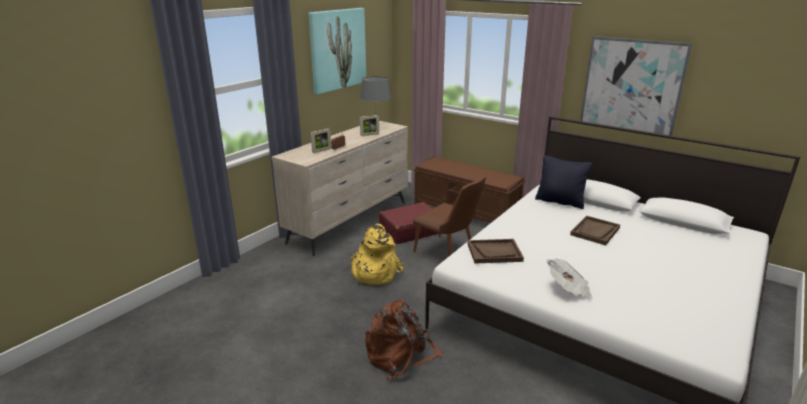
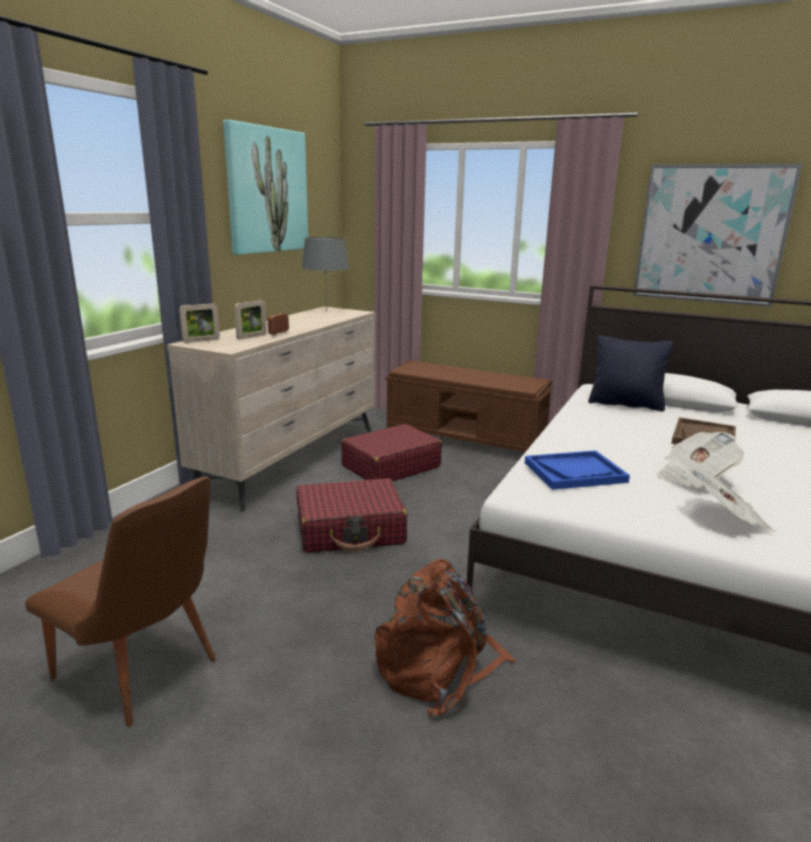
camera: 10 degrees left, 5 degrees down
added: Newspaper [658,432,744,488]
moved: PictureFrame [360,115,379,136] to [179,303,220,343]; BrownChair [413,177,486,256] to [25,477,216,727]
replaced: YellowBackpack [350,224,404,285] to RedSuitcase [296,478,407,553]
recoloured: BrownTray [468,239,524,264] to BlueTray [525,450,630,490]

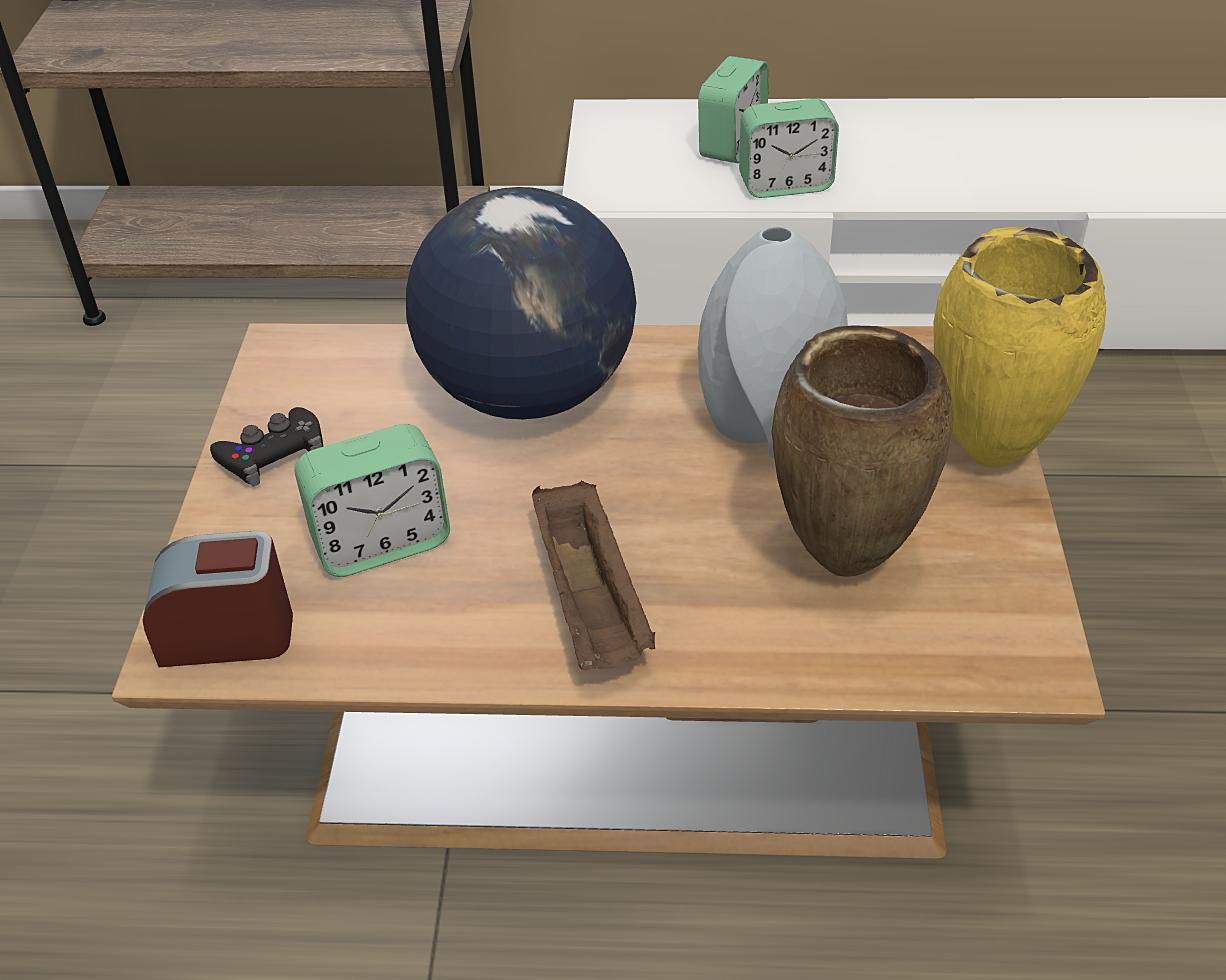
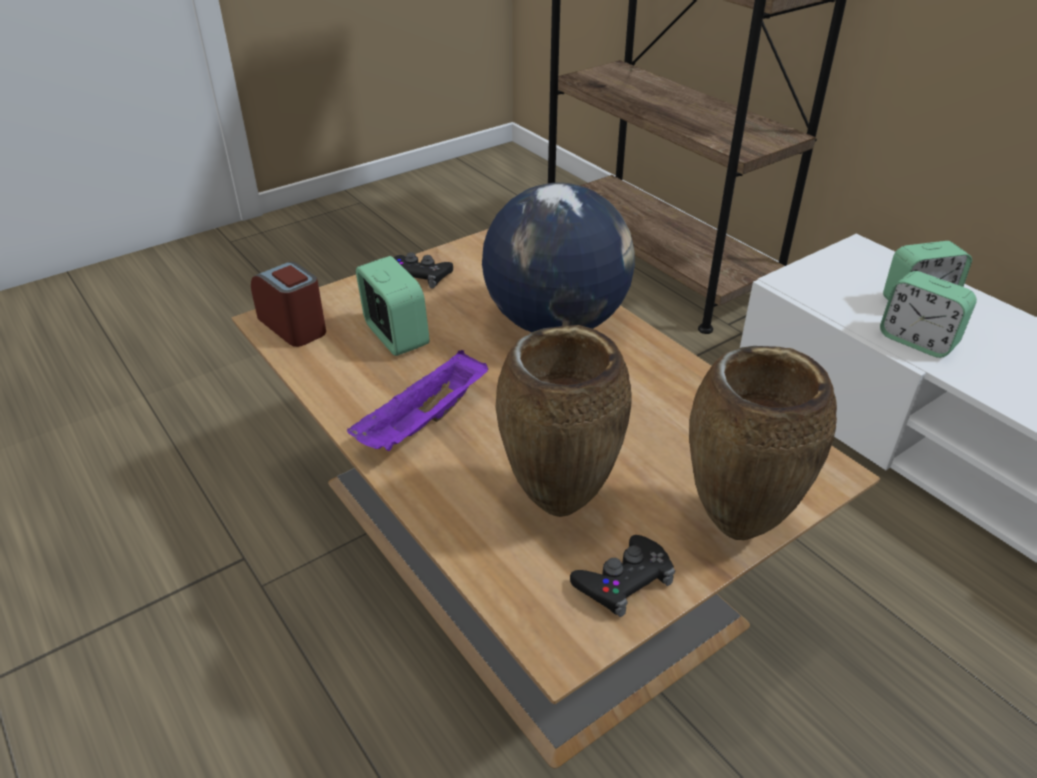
camera: 50 degrees right, 5 degrees down
removed: GreyVase [698,226,848,458]
added: BlackGameController [570,535,675,617]
recoloured: BrownTray [532,481,655,670] to PurpleTray [347,350,488,451]; YellowVase [934,227,1106,468] to BrownVase [689,346,837,540]
turned: AlarmClock [294,424,450,577] = [356,256,430,356] 150 degrees counterclockwise

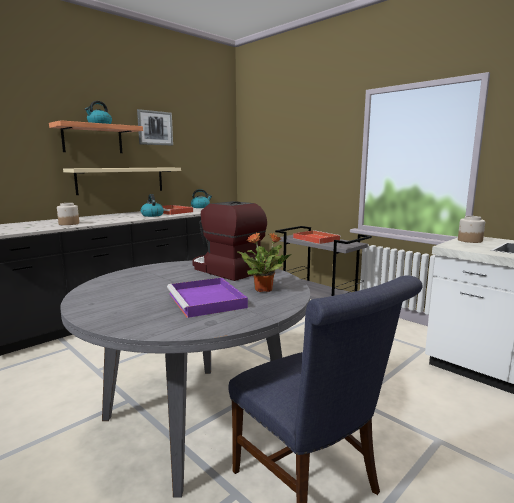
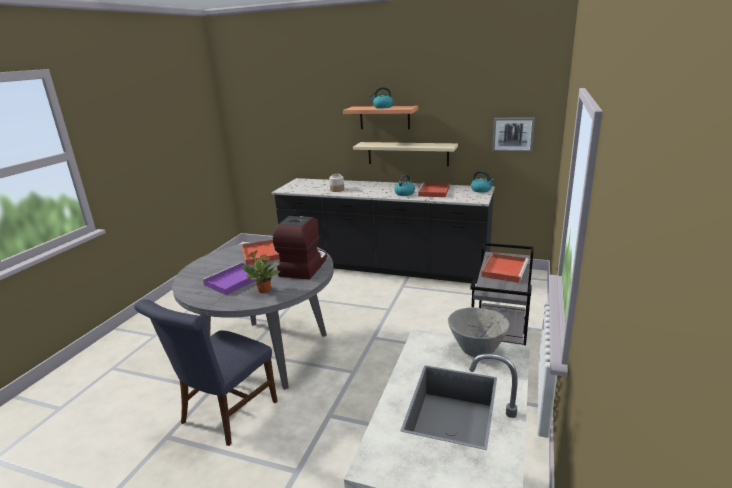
camera: 65 degrees right, 10 degrees up
added: RedTray [242,240,280,265]
moved: Picture [137,109,173,145] to [492,118,535,152]
replaced: Jar [458,216,485,243] to GreyBowl [448,307,510,357]

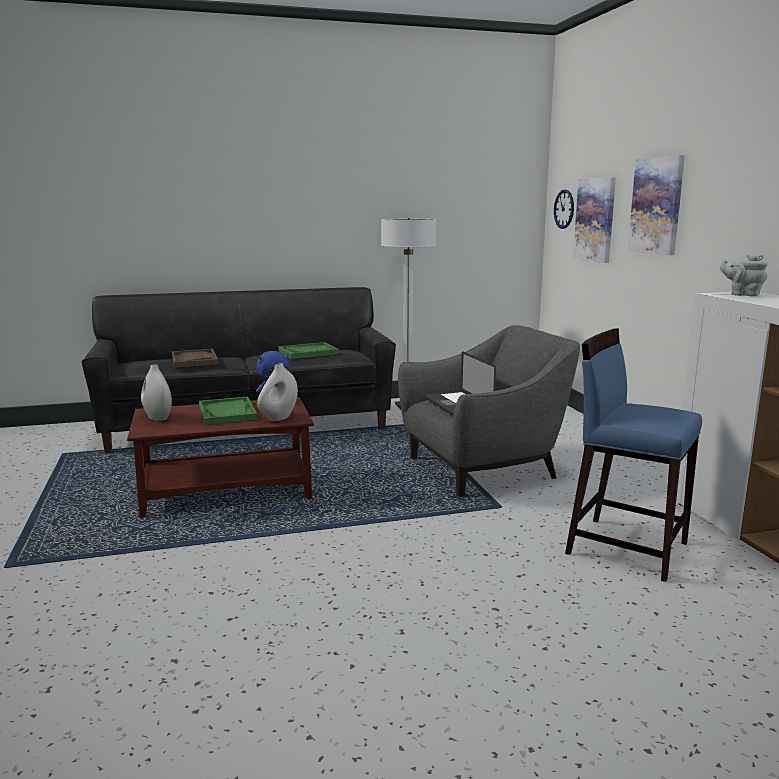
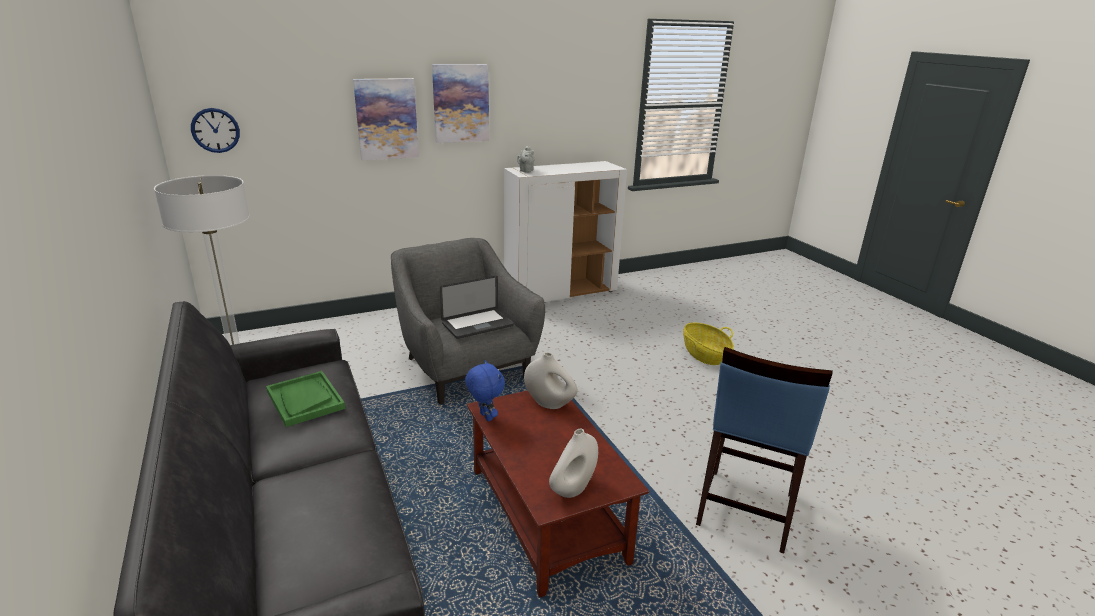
camera: 100 degrees left, 10 degrees up
removed: BrownTray [172,349,218,368]; GreenTray [199,397,257,425]
added: Basket [683,323,734,365]
moved: BlueStool [565,328,702,582] to [696,347,833,553]; Picture [573,177,616,263] to [432,64,489,143]

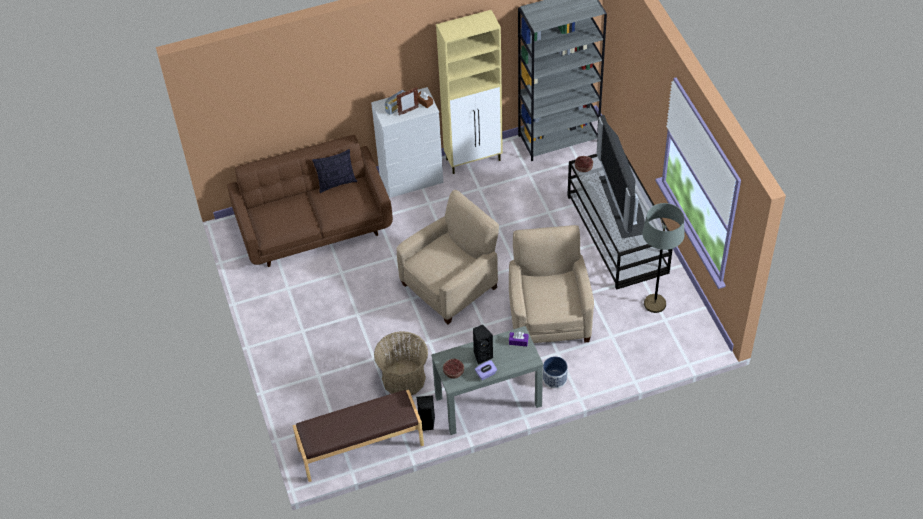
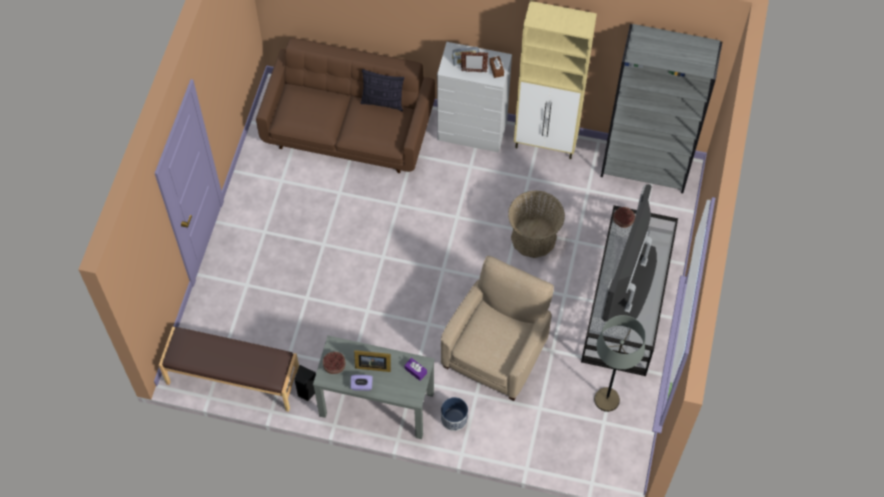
camera: 30 degrees right, 10 degrees up
removed: BeigeArmchair [396,190,499,325]
moved: Basket [374,331,428,395] to [508,190,565,258]
replaced: BlackSpeaker [473,324,493,364] to PictureFrame [354,350,391,372]

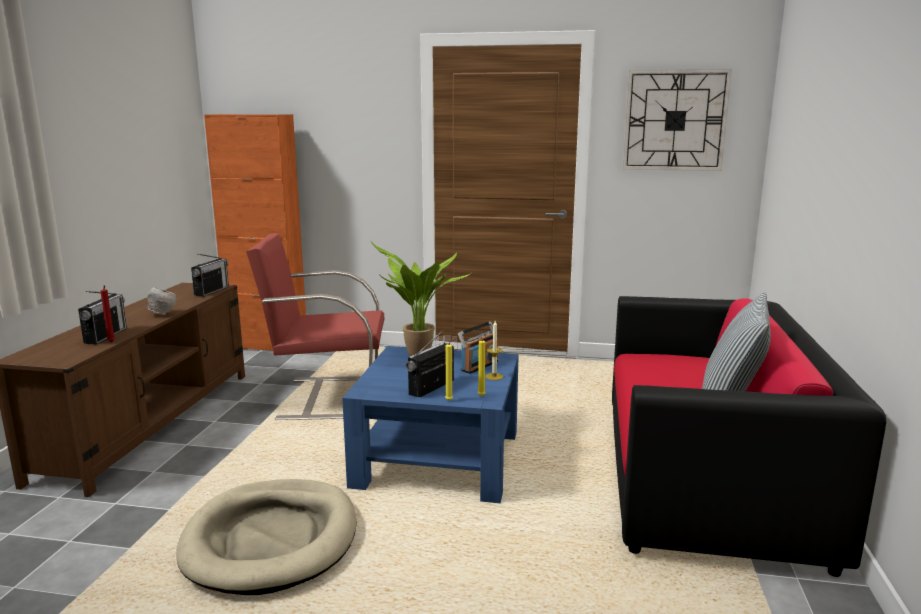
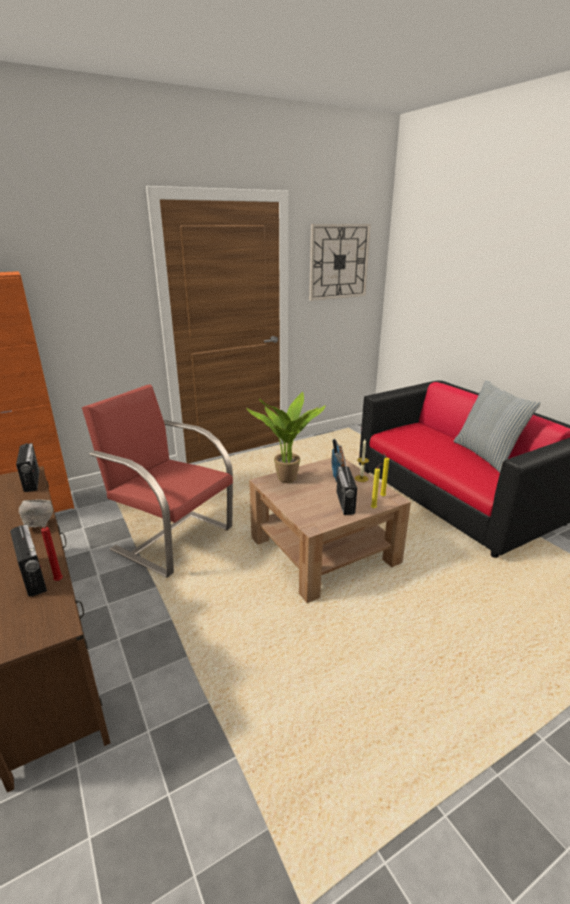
camera: 40 degrees left, 10 degrees up
removed: BeigeDogBed [176,479,357,595]
recoloured: BlueCoffeeTable [342,346,519,503] to BrownCoffeeTable [249,458,411,603]
turned: RedArmchair [246,233,385,420] = [82,384,233,577] 75 degrees clockwise

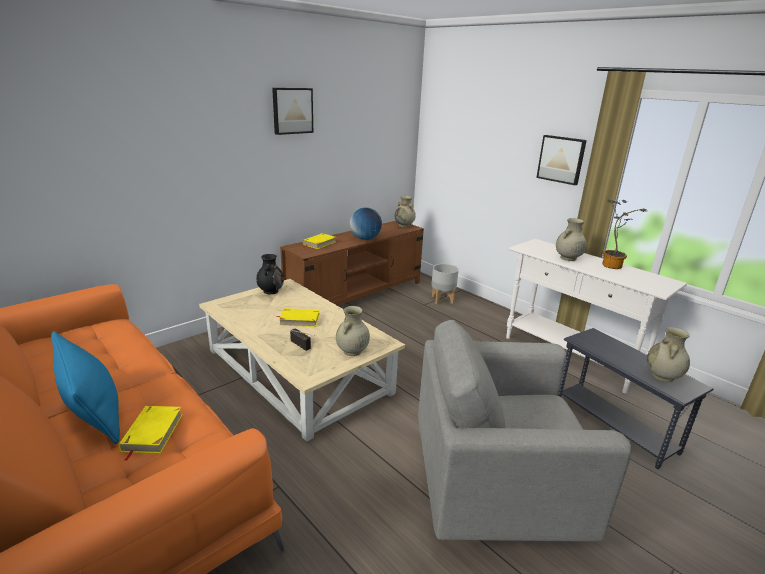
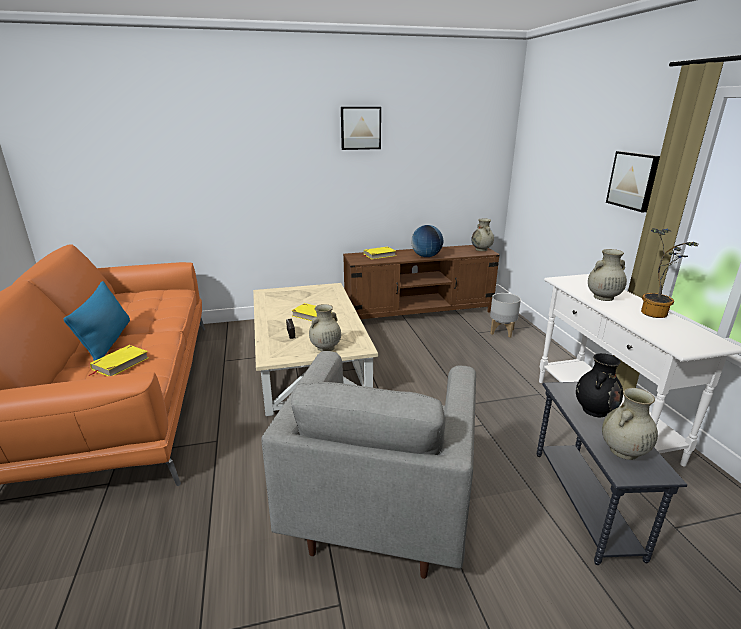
camera: 30 degrees right, 0 degrees up
moved: BlackVase [256,254,284,294] to [576,353,623,417]
turned: GreyArmchair [418,320,631,542] = [261,351,476,579] 105 degrees counterclockwise

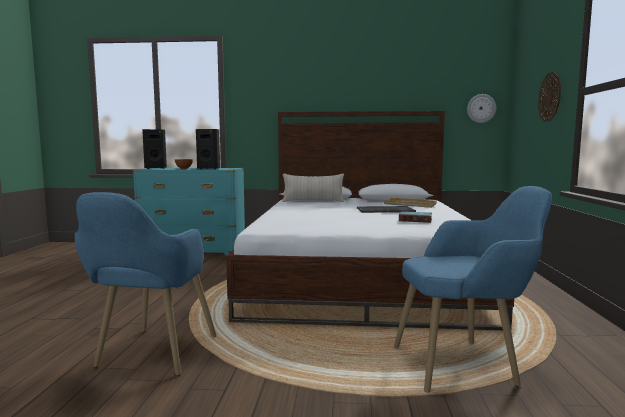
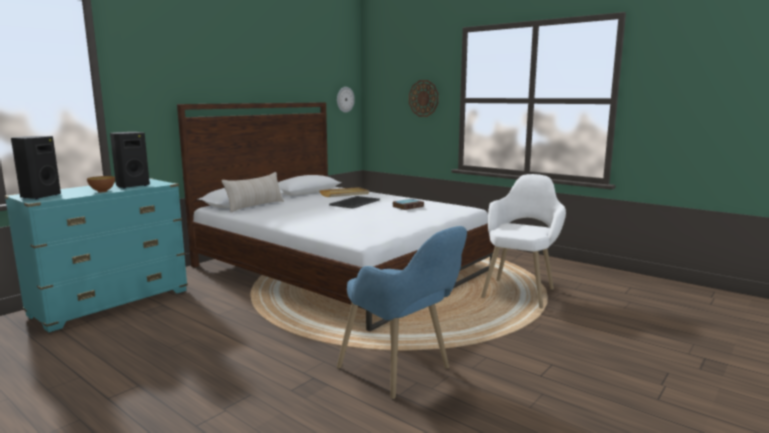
camera: 55 degrees left, 5 degrees up
recoloured: BlueArmchair [394,186,552,393] to WhiteArmchair [481,174,566,309]

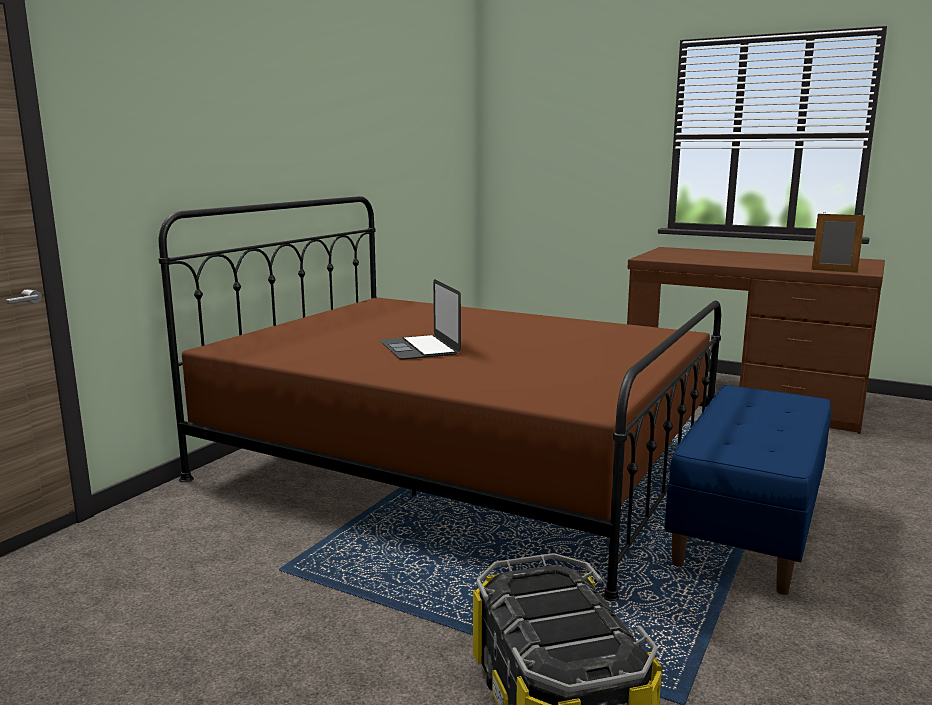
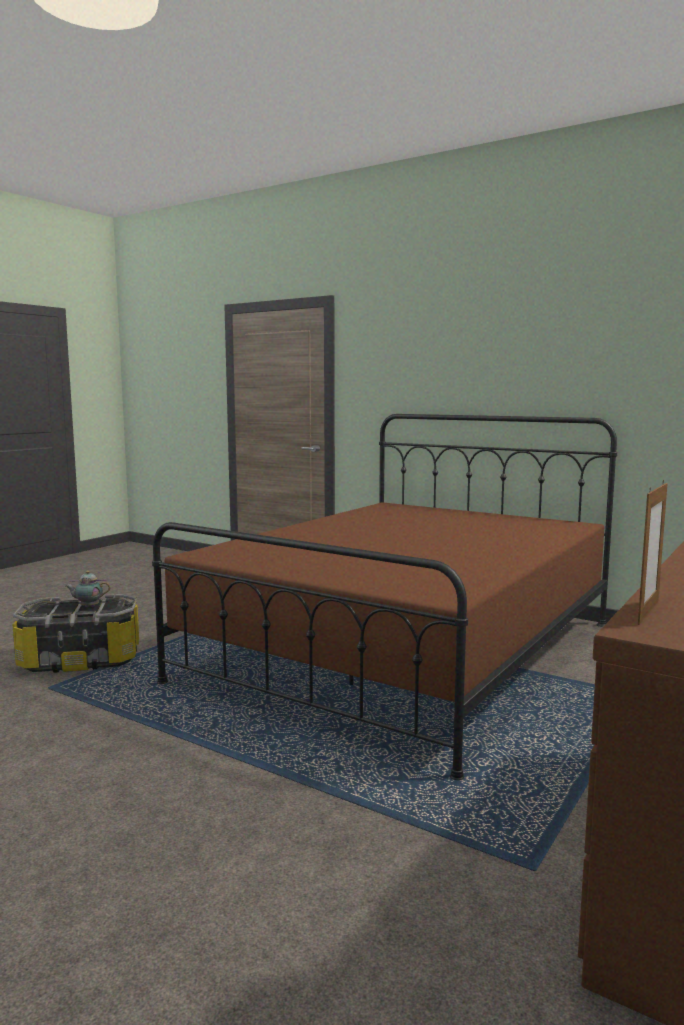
camera: 95 degrees right, 5 degrees down
removed: Laptop [380,279,461,360]; BlueBench [665,385,831,595]
added: Teapot [65,571,110,607]

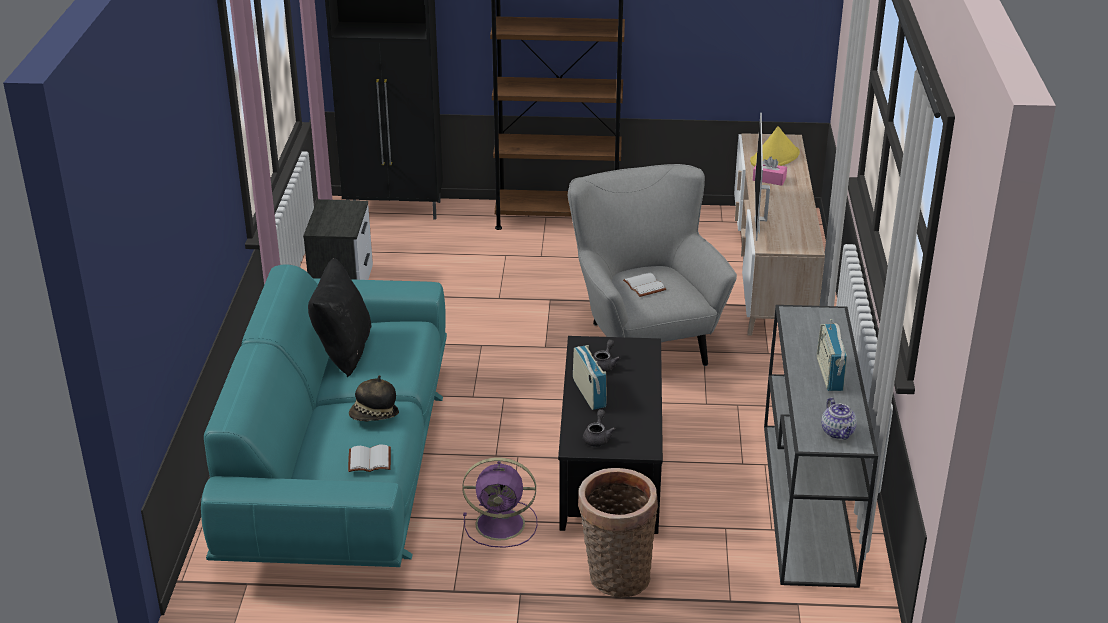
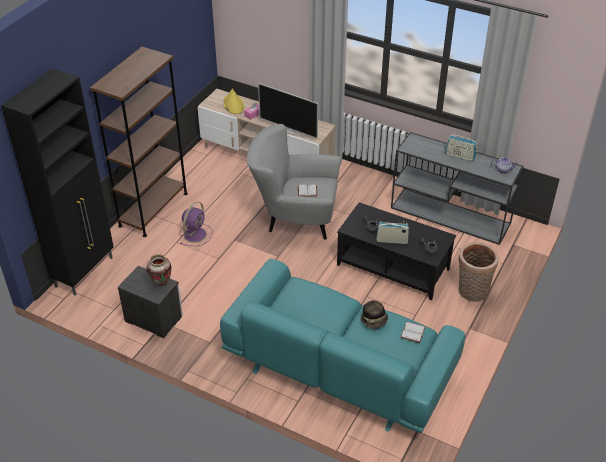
camera: 65 degrees left, 10 degrees up
removed: BlackPillow [308,258,372,377]
added: Vase [146,254,171,286]
moved: PurpleFan [462,458,537,548] to [180,202,213,246]

